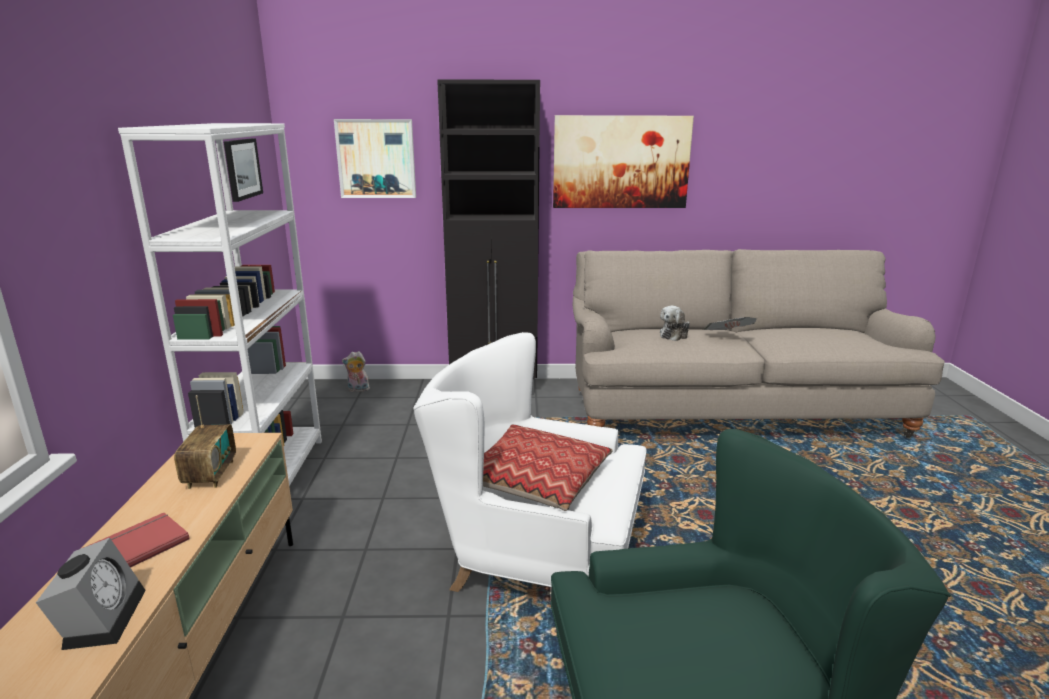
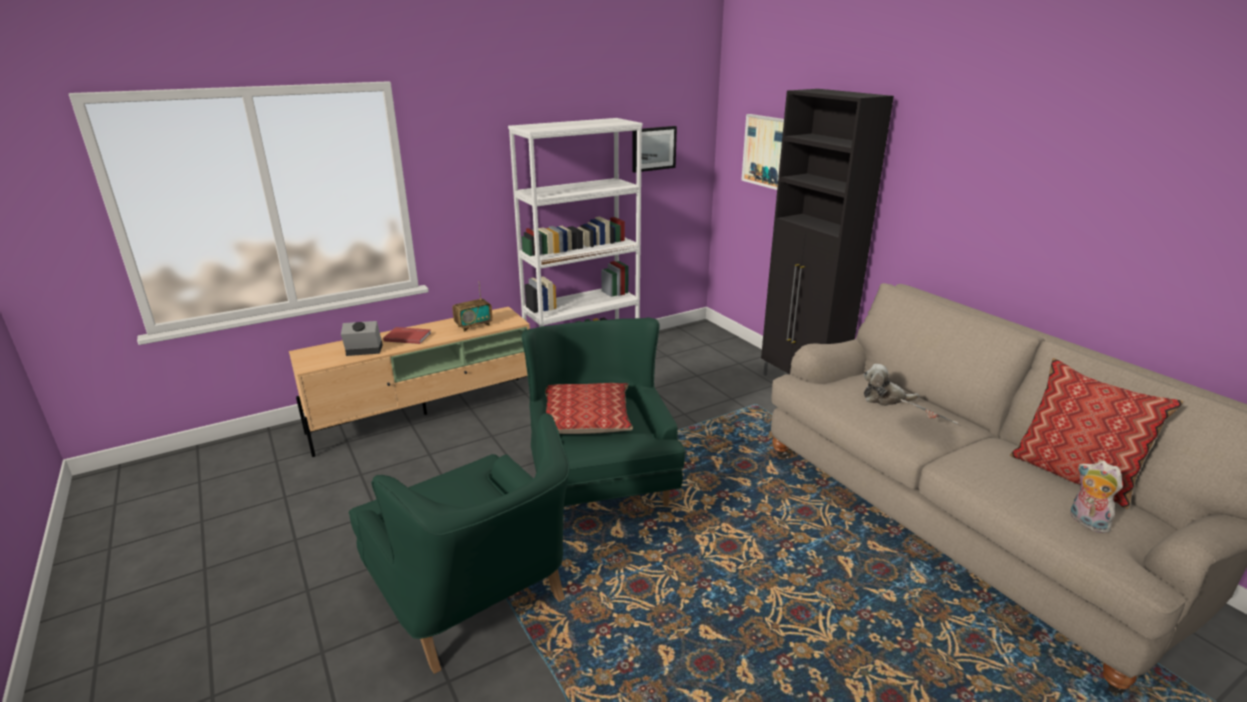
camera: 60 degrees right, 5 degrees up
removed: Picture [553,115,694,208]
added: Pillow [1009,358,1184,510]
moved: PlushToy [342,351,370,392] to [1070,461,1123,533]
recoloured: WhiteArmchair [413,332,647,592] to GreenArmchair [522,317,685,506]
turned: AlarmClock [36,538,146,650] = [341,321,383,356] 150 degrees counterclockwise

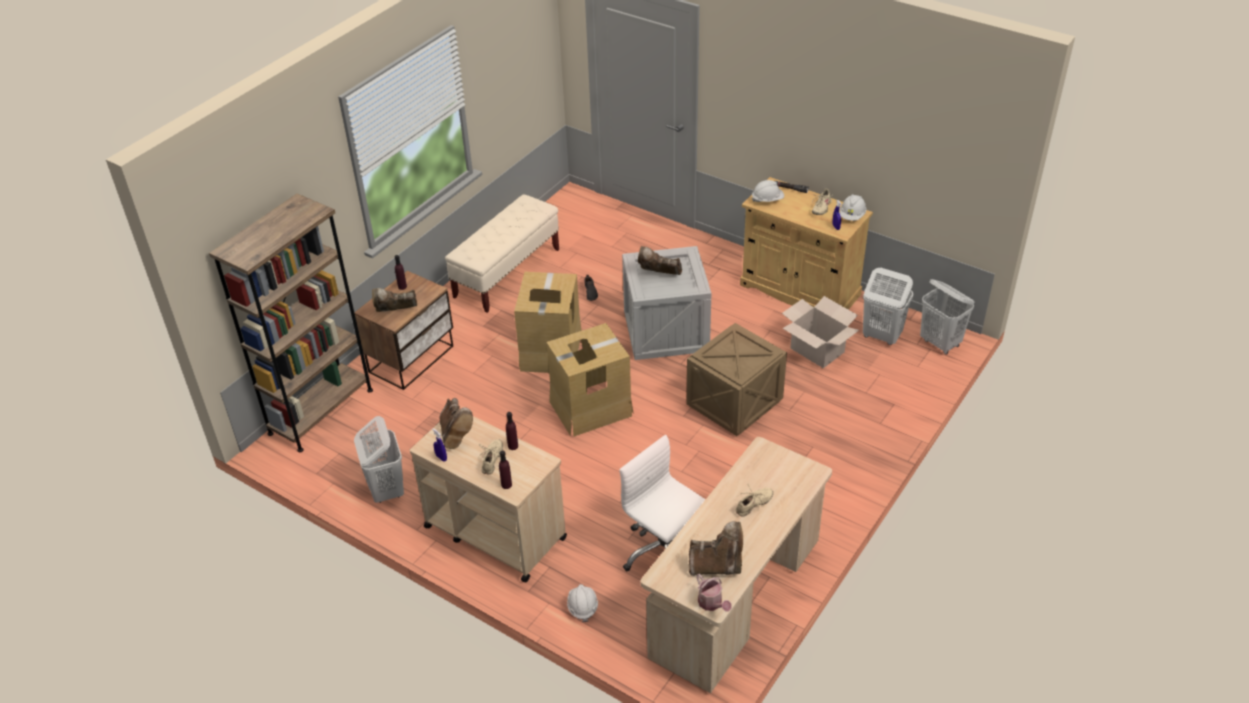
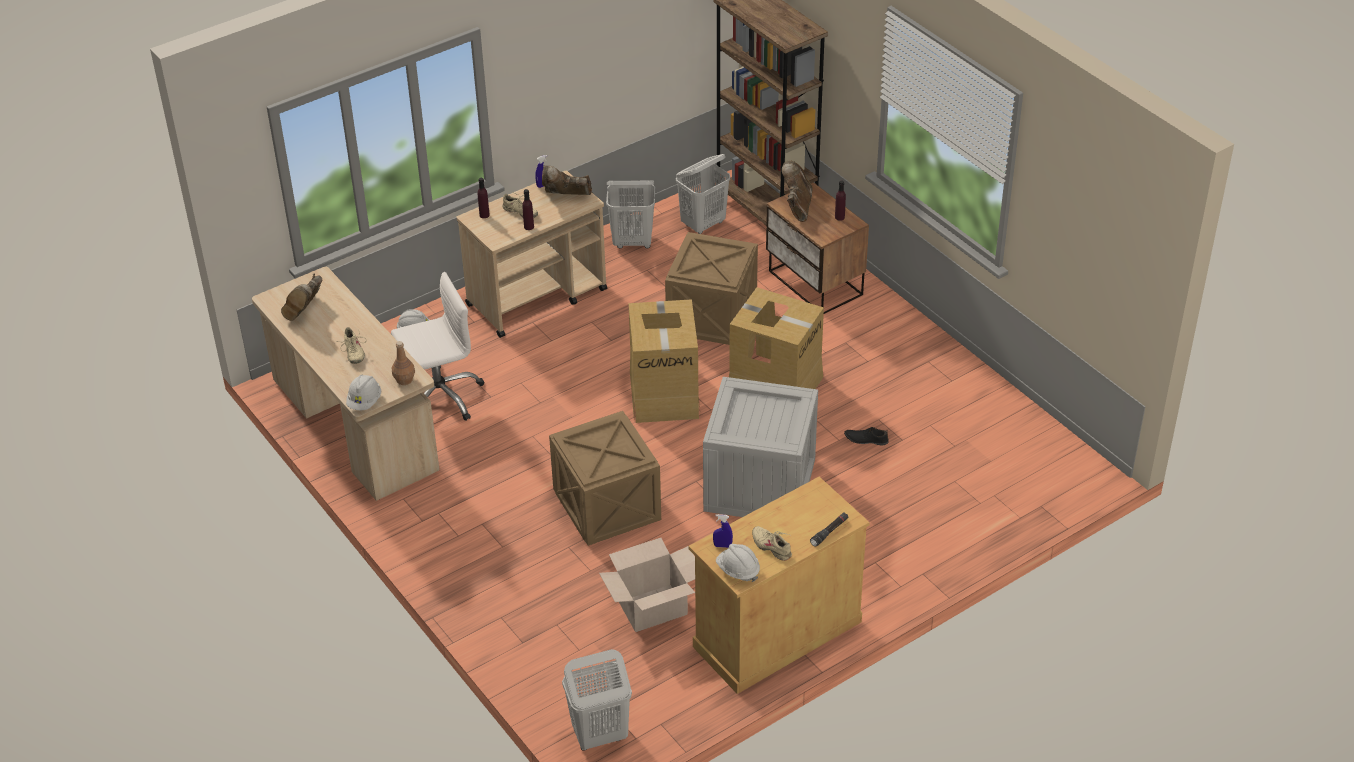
camera: 110 degrees right, 0 degrees up
removed: BeigeBench [445,194,559,313]; BrownBoot [638,246,682,275]; WateringCan [696,574,732,612]
added: BrownBottle [392,341,415,385]; Crate [665,232,758,345]
moved: WhiteHardHat [751,180,784,202] to [346,375,381,410]; WhiteLaundryBasket [863,268,913,345] to [676,154,730,234]

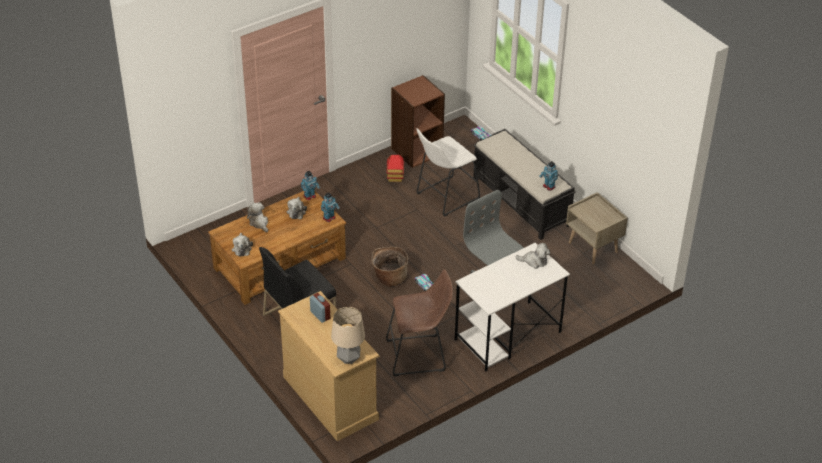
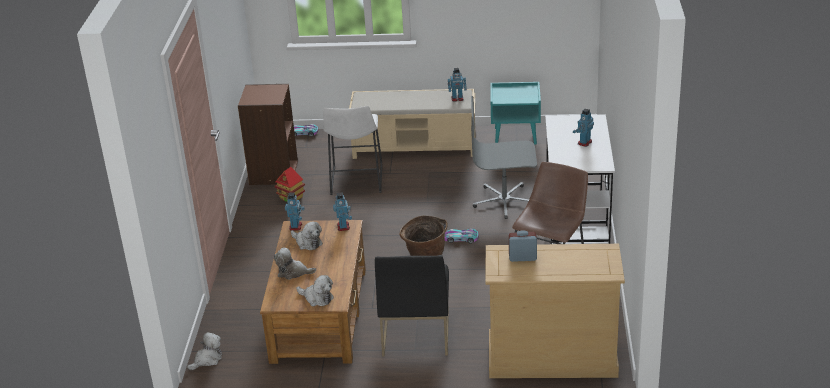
camera: 50 degrees left, 10 degrees down
removed: TableLamp [331,307,365,364]
added: ToyRobot [573,109,594,147]
moved: PlushToy [515,243,550,269] to [187,332,222,370]
recoloured: BlackBench [473,129,576,240] to BeigeBench [349,89,475,159]; BeigeNightstand [566,192,628,264] to TurquoiseNightstand [491,82,541,144]

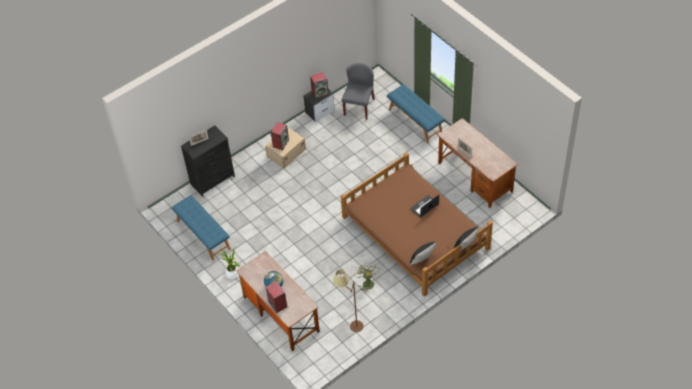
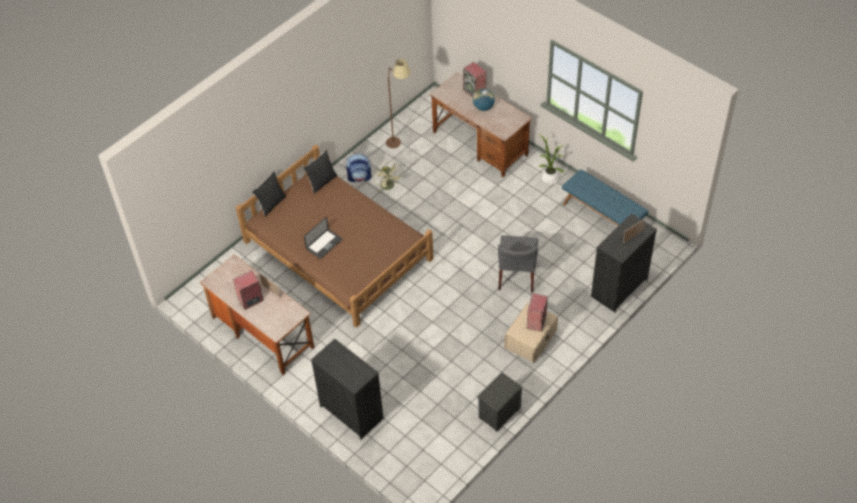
camera: 170 degrees right, 0 degrees up
added: Backpack [346,154,372,182]
moved: Speaker [310,72,329,99] to [233,270,264,310]; GreyChair [342,63,374,120] to [498,235,538,292]
replaced: BlueBench [387,84,445,143] to BlackDresser [311,339,383,439]

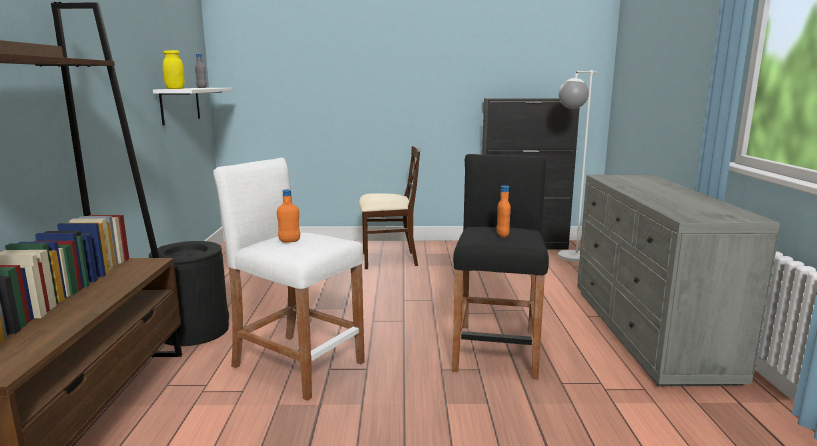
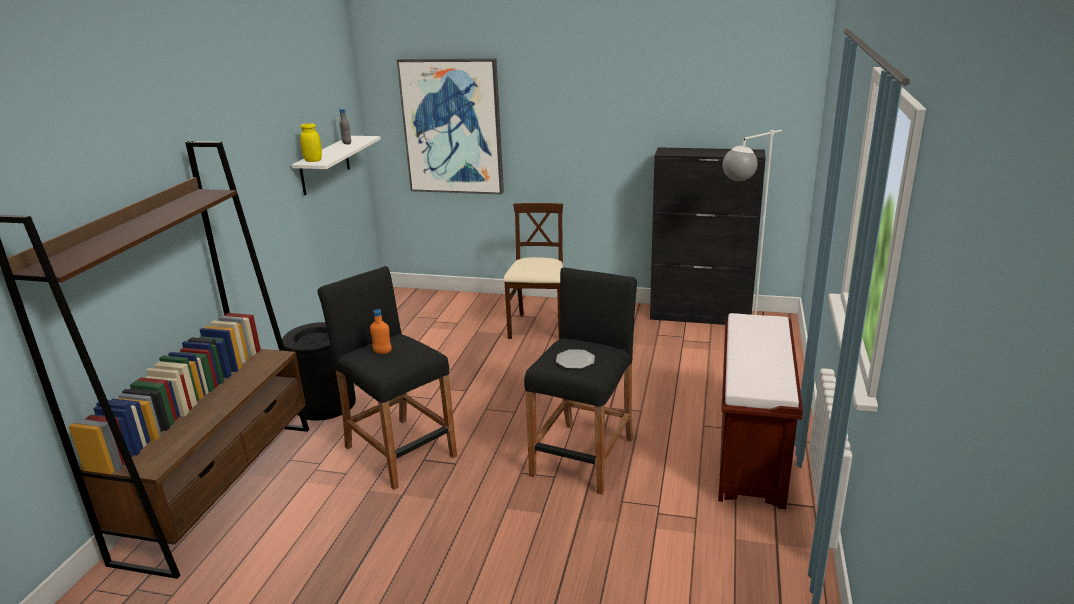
camera: 15 degrees right, 10 degrees up
added: Picture [397,58,504,195]
replaced: OrangeBottle [496,185,511,238] to Plate [556,349,595,369]; GreyDresser [577,175,781,386] to BrownBench [718,313,803,510]
recoloured: WhiteStool [213,158,365,401] to BlackStool [317,266,457,490]
turned: BeigeChair [359,146,420,269] = [503,203,563,339] 90 degrees counterclockwise

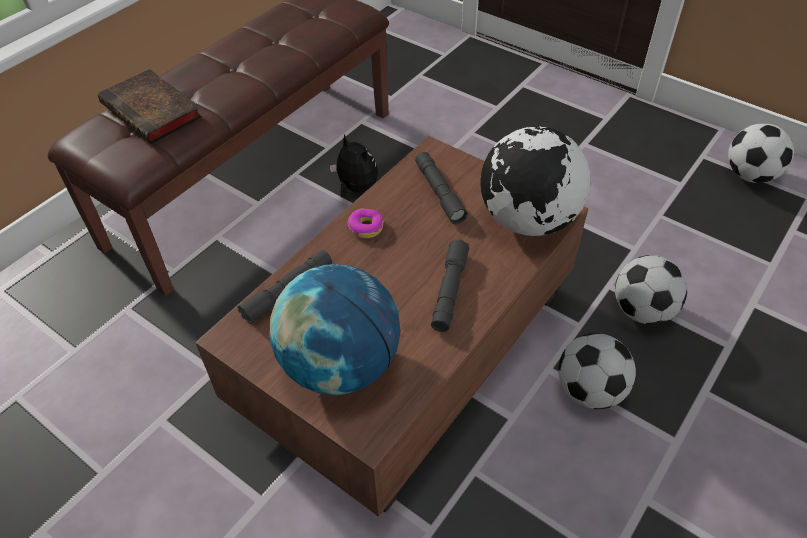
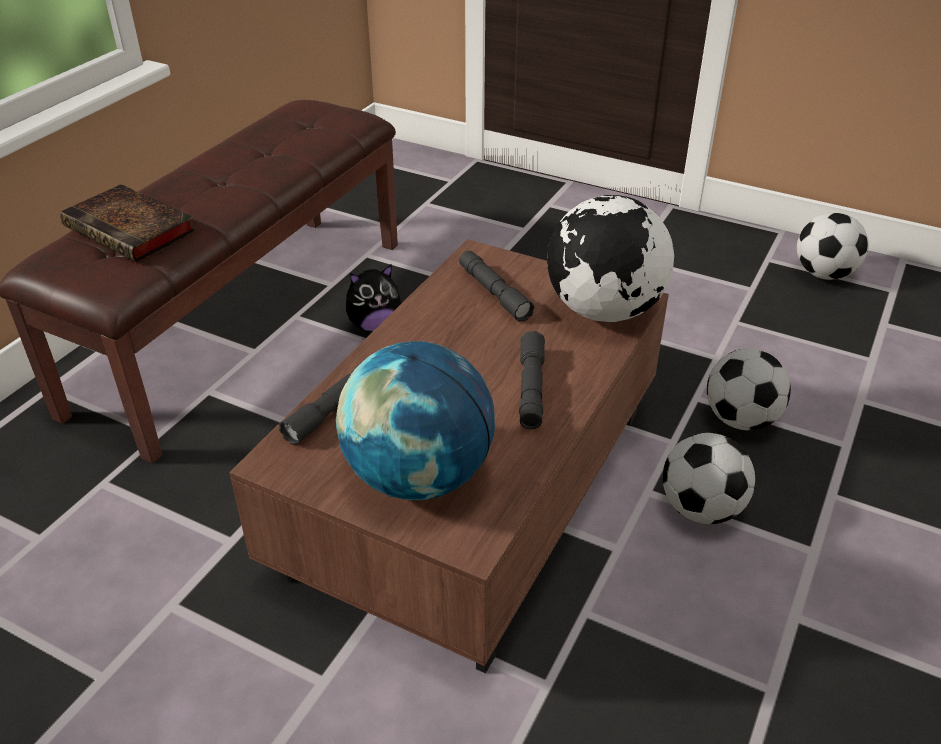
camera: 10 degrees left, 10 degrees down
removed: Donut [348,209,384,238]
turned: PlushToy [329,134,378,197] = [346,264,401,331] 120 degrees clockwise

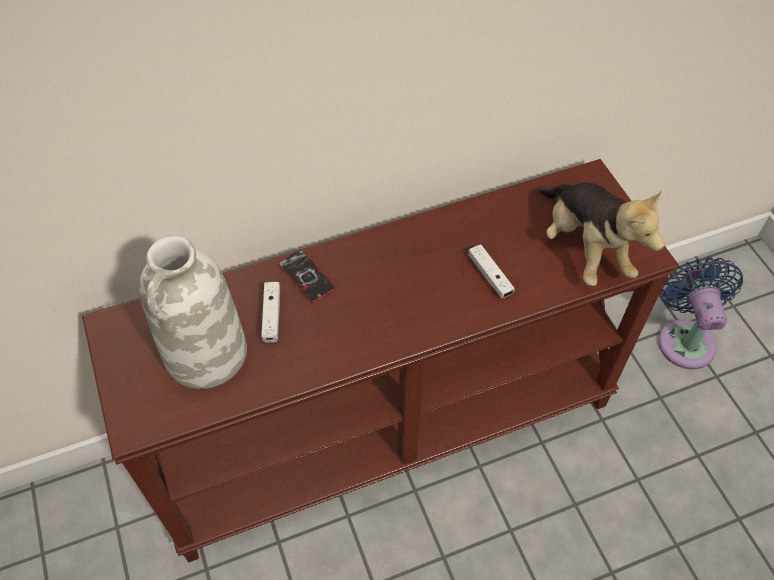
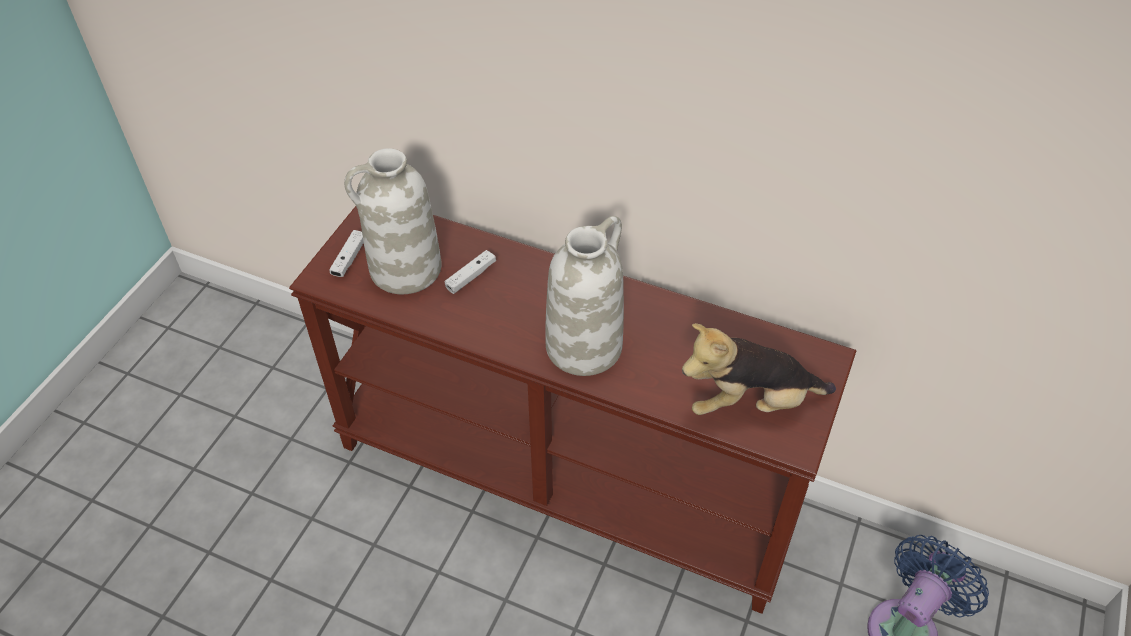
camera: 45 degrees right, 5 degrees down
removed: Phone [278,249,336,303]
added: WhiteVase [545,216,624,376]
moved: WhiteGameController [468,244,515,298] to [329,230,364,277]
turned: PlushToy [538,182,665,286] = [682,323,836,415] 60 degrees clockwise

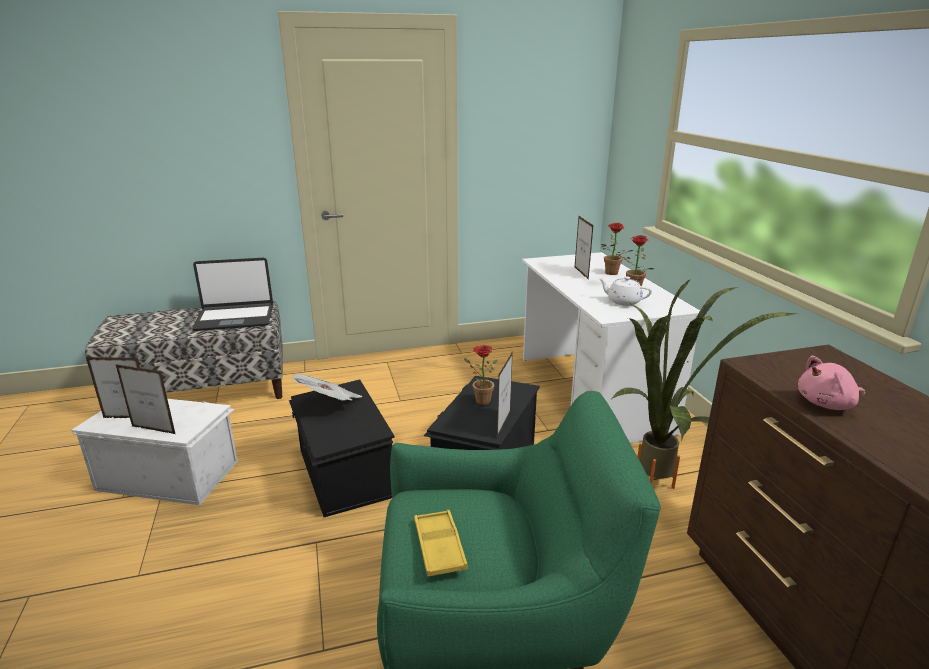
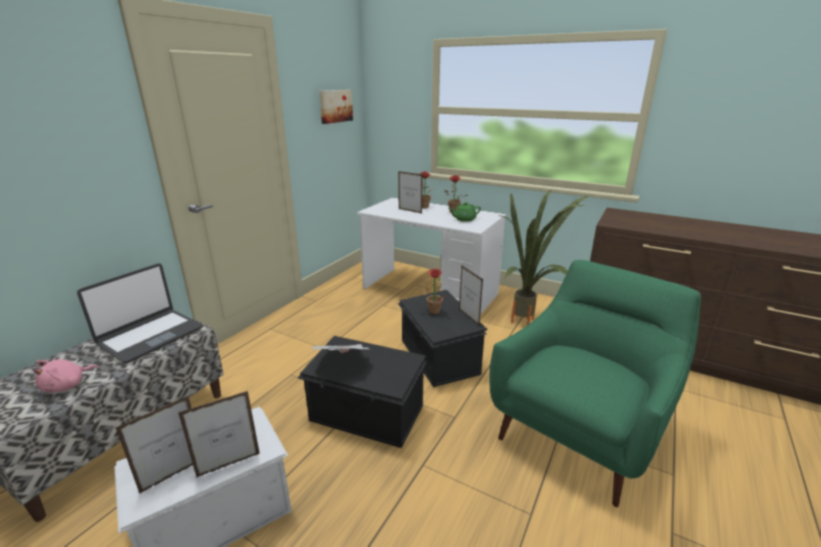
camera: 45 degrees left, 0 degrees up
removed: YellowTray [414,510,468,577]
added: Picture [319,90,353,124]
moved: PinkPlushToy [798,356,865,410] to [32,359,99,392]
recoloured: WhiteTeapot [598,276,652,306] to GreenTeapot [449,202,481,222]

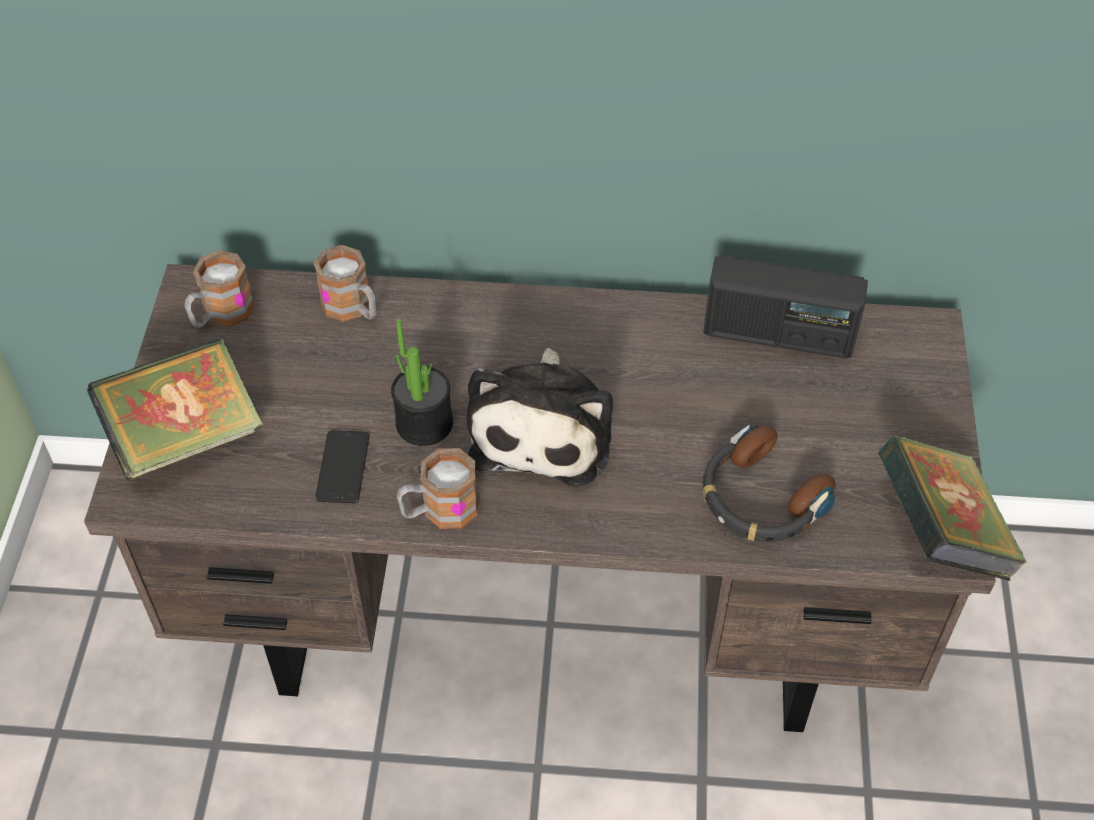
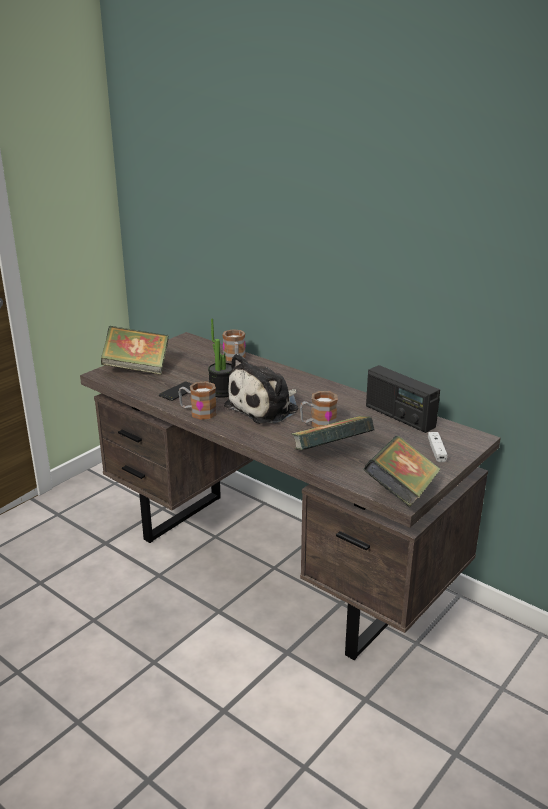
camera: 35 degrees right, 25 degrees down
added: WhiteGameController [428,432,447,462]
moved: Mug [185,250,255,328] to [300,391,337,428]
replaced: Headphones [702,425,836,541] to Book [291,416,374,450]

